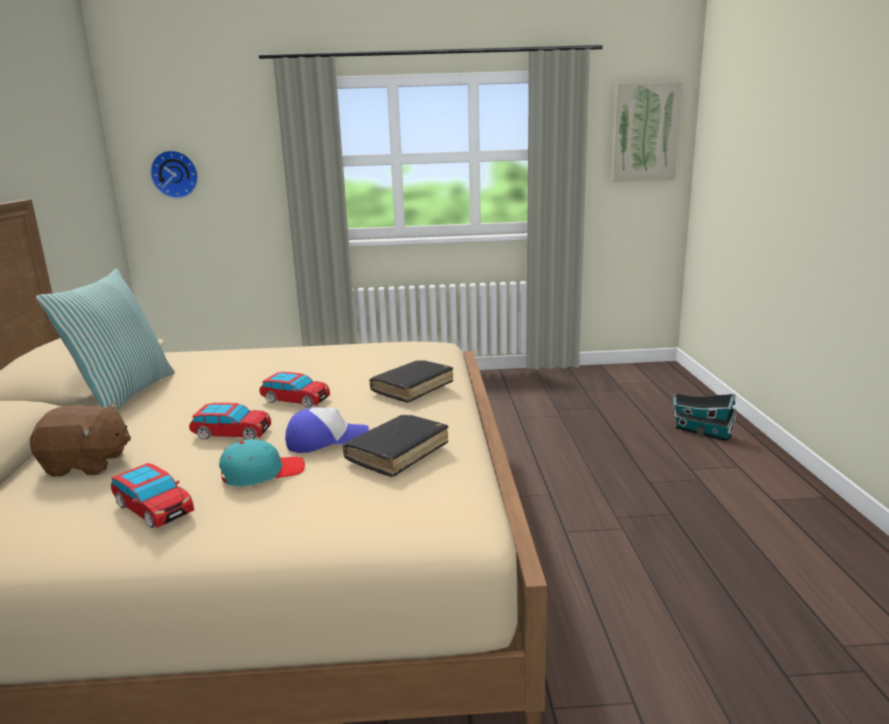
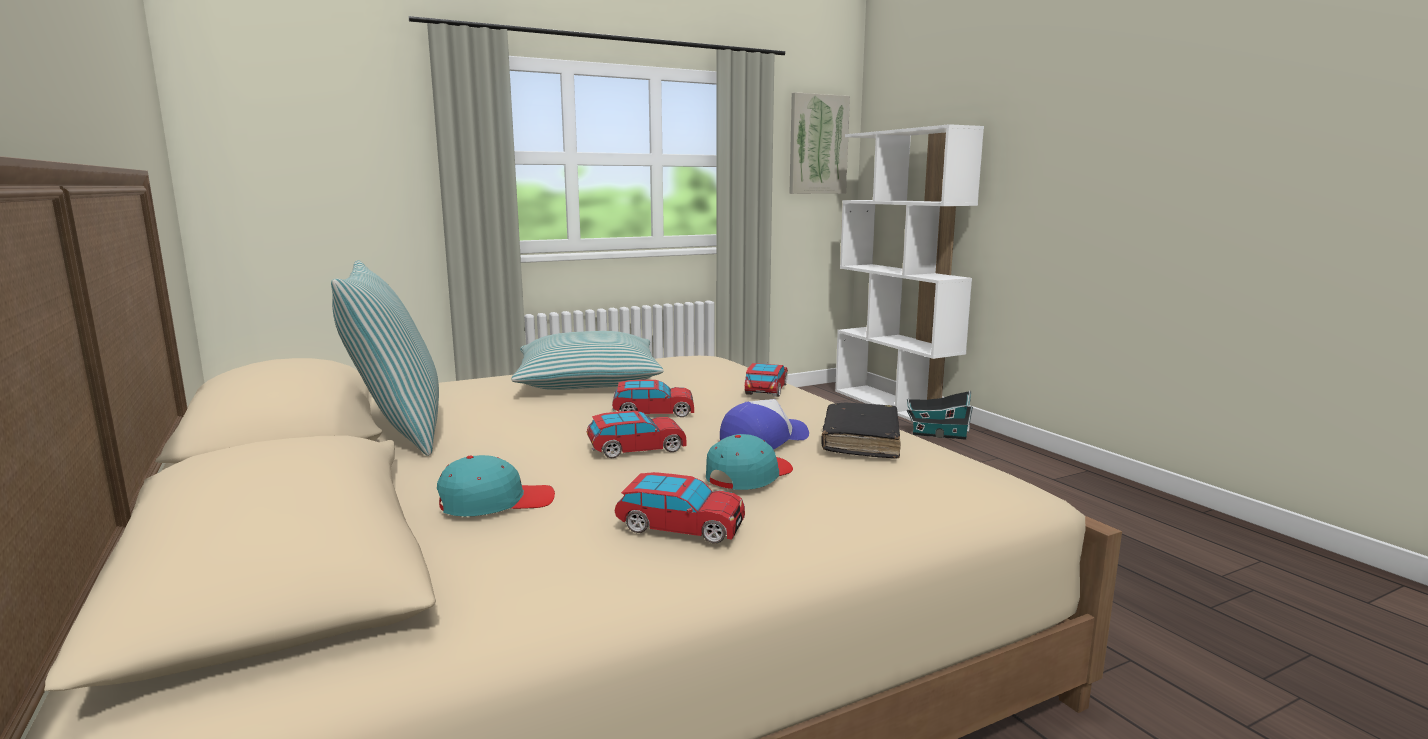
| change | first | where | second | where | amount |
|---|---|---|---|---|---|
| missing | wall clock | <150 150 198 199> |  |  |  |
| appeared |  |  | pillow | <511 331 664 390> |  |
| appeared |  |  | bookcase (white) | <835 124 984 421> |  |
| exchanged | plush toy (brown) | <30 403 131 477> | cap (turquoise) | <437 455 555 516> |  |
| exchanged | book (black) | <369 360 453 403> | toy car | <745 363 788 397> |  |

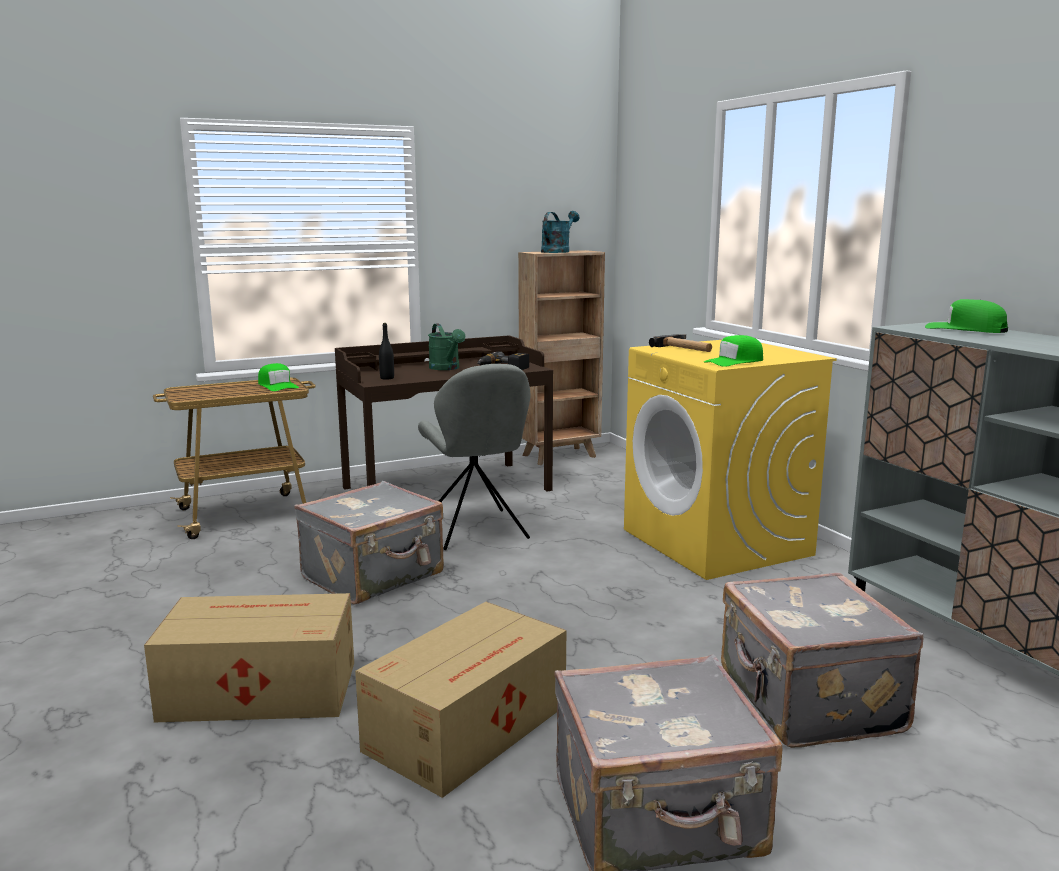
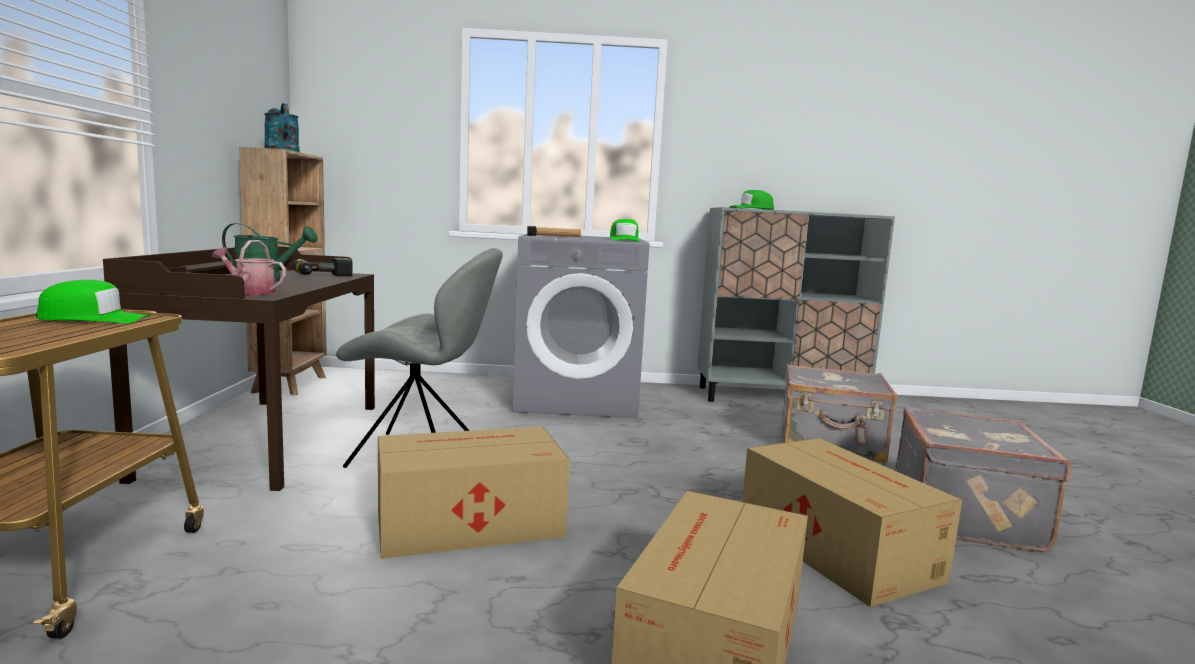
| change | first | where | second | where | amount |
|---|---|---|---|---|---|
| exchanged | suitcase (grey) | <294 481 444 605> | cardboard box | <378 426 570 559> |  |
| exchanged | bottle (black) | <379 323 394 380> | watering can | <212 240 286 295> |  |
| colour | washing machine (yellow) | <624 340 837 580> | washing machine (grey) | <513 234 649 418> |  |

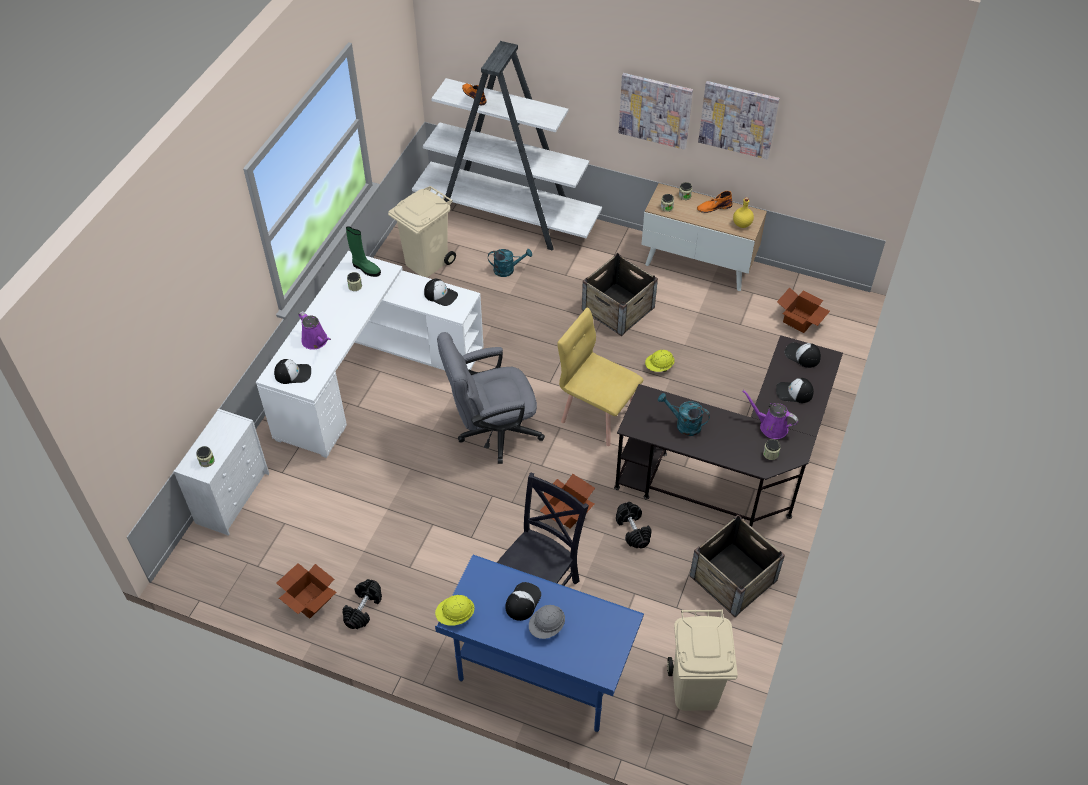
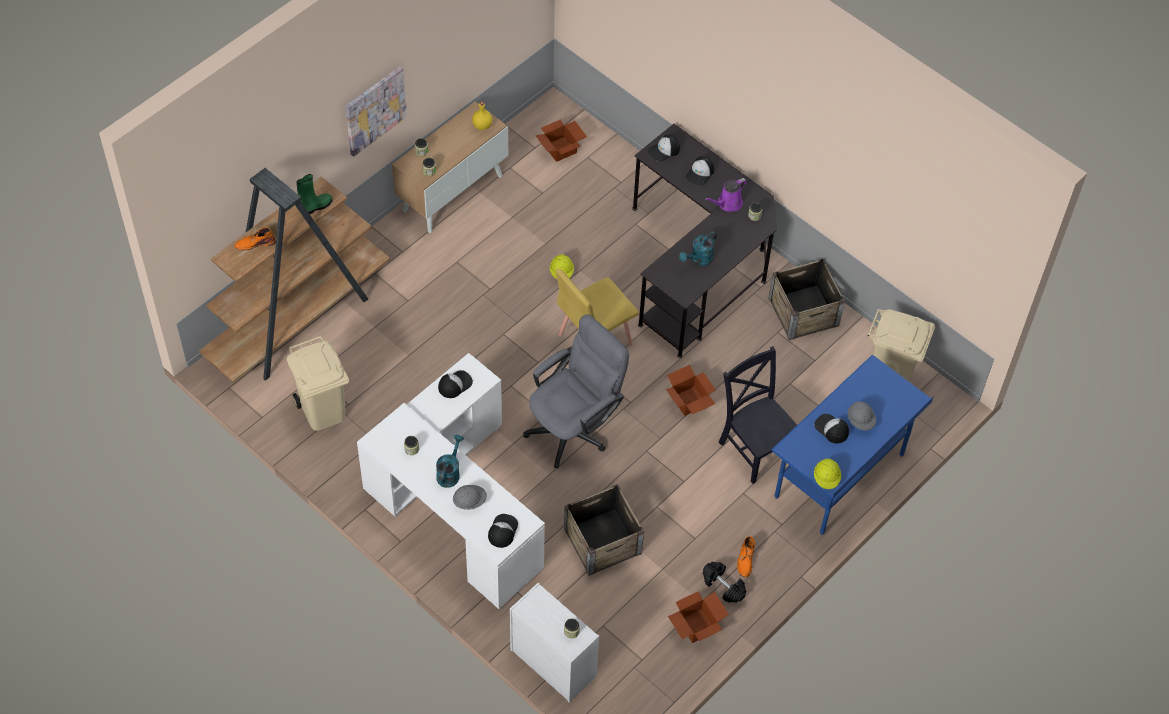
| change | first | where | second | where | amount |
|---|---|---|---|---|---|
| missing | dumbbell (black) | <616 502 652 548> |  |  |  |
| missing | picture | <698 81 780 160> |  |  |  |
| relocated | boot (green) | <346 226 381 277> |  | <297 174 332 214> |  |
| relocated | watering can (turquoise) | <488 249 532 277> |  | <436 435 464 488> |  |
| relocated | crate | <582 253 658 336> |  | <564 484 644 576> |  |
| relocated | boot (orange) | <697 191 732 213> |  | <737 536 755 577> |  |
| exchanged | watering can (purple) | <298 311 331 350> | hard hat (grey) | <453 485 487 510> |  |
| colour | bookcase (white) | <412 41 602 251> | bookcase (brown) | <199 168 390 383> |  |
| spun | office chair (grey) | <437 332 545 464> |  | <523 314 629 468> | 135 degrees counterclockwise |

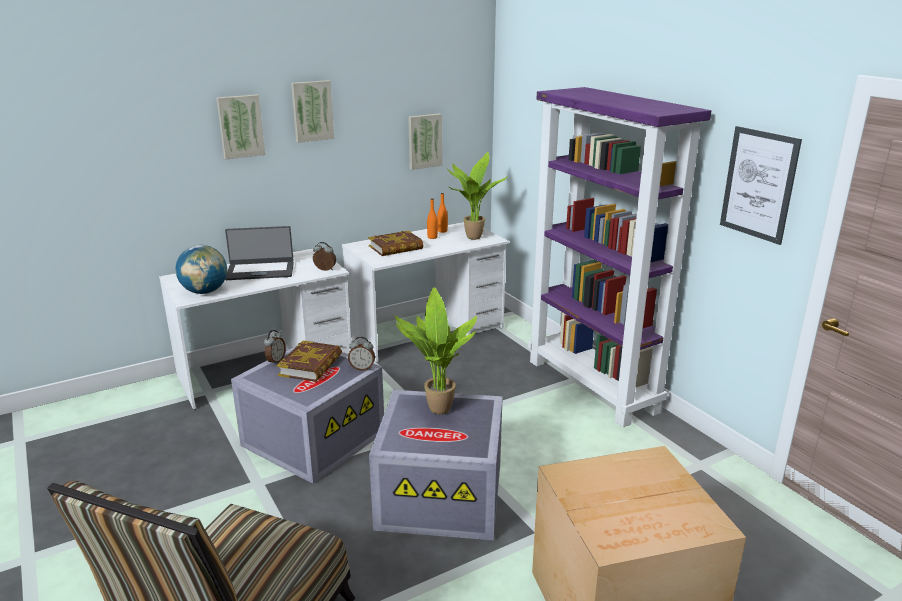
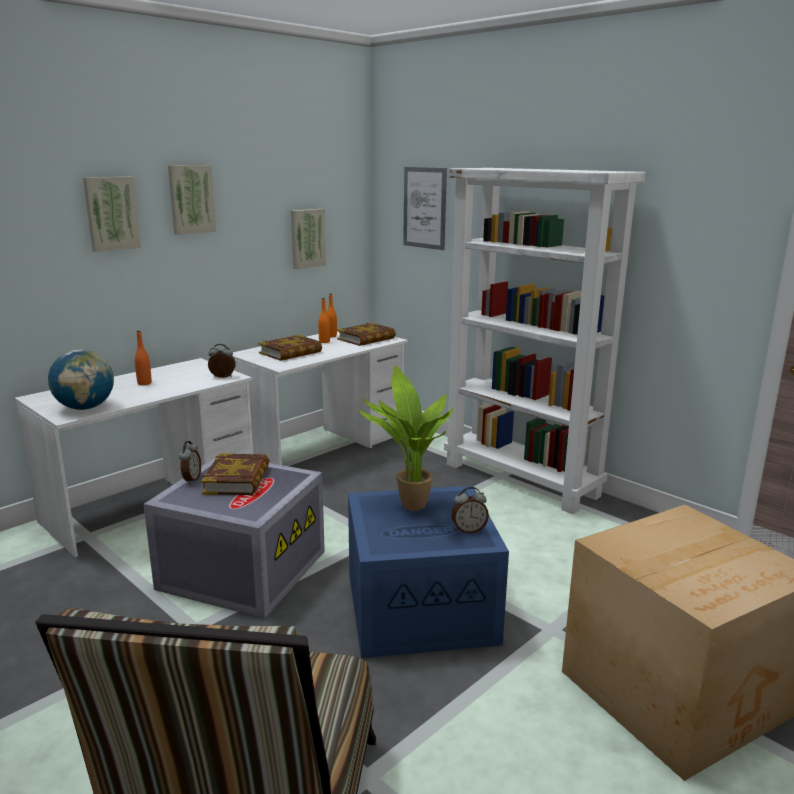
| change | first | where | second | where | amount |
|---|---|---|---|---|---|
| relocated | alarm clock | <348 337 375 371> |  | <452 487 489 534> |  |
| relocated | picture | <720 126 802 245> |  | <403 167 447 250> |  |
| exchanged | laptop | <225 226 294 280> | bottle (orange) | <135 331 151 385> |  |
| exchanged | potted plant | <447 152 509 240> | book | <337 323 396 346> |  |
| colour | storage box (grey) | <369 390 503 540> | storage box (blue) | <348 486 509 658> |  |
| colour | bookcase (purple) | <528 87 711 427> | bookcase (white) | <444 168 646 514> |  |

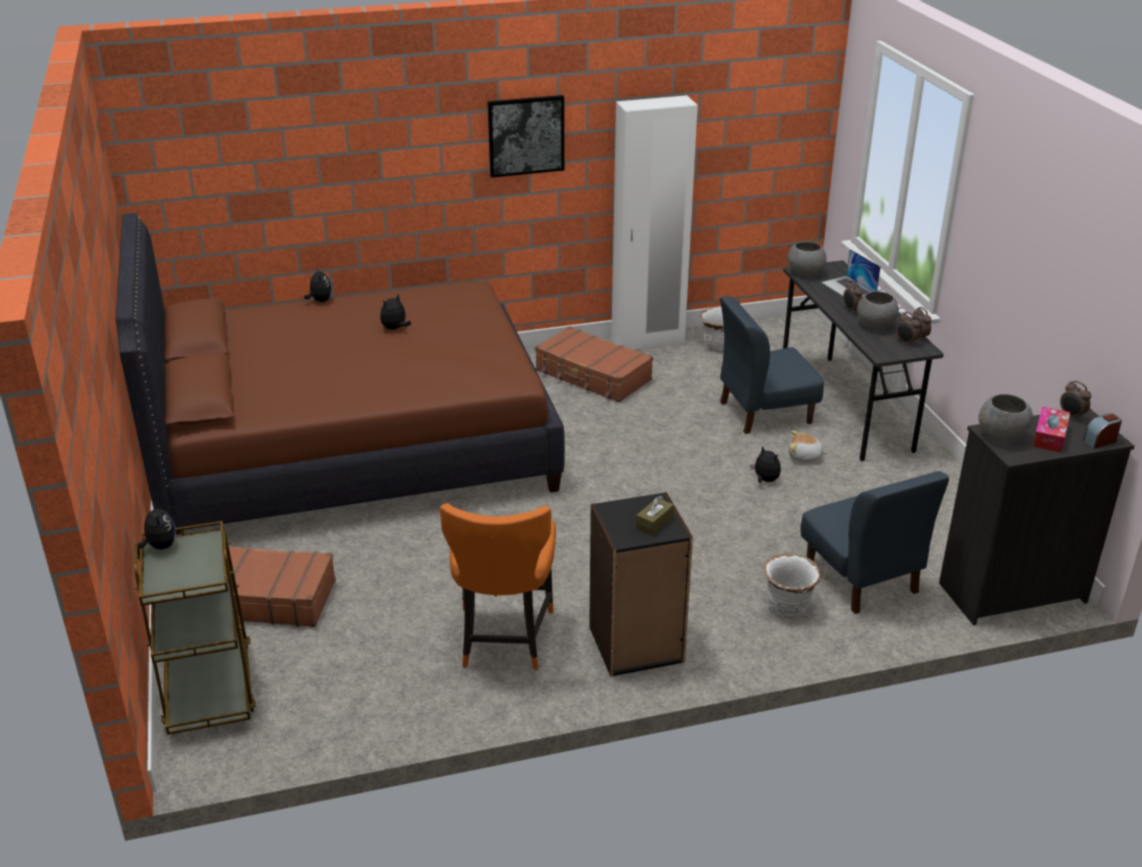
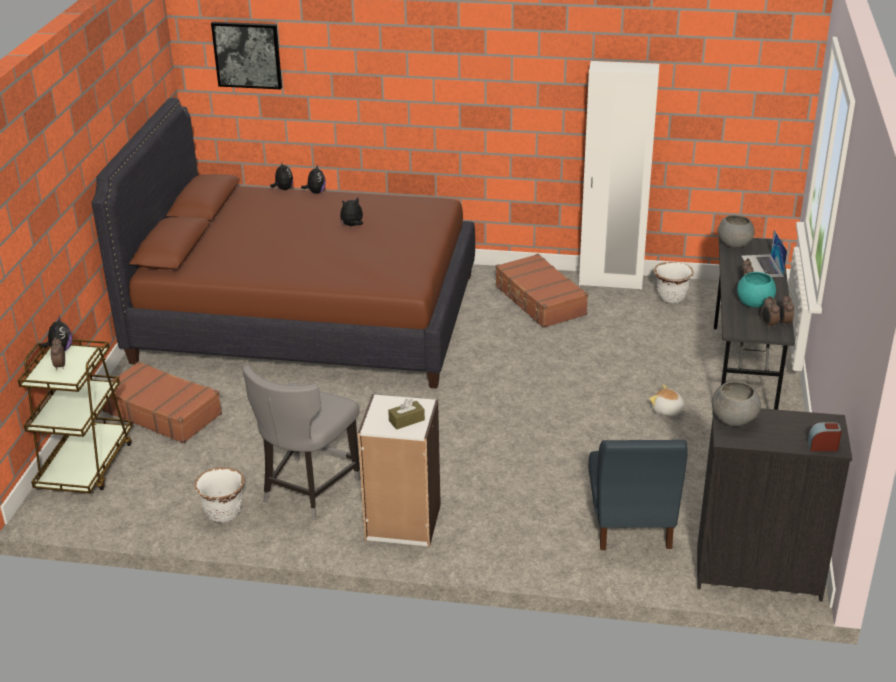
| change | first | where | second | where | amount |
|---|---|---|---|---|---|
| missing | chair (blue) | <720 296 824 434> |  |  |  |
| missing | tissue box | <1033 407 1070 453> |  |  |  |
| relocated | picture | <487 95 564 178> |  | <211 22 282 89> |  |
| relocated | plush toy | <750 446 781 483> |  | <270 163 293 190> |  |
| relocated | planter (white) | <763 554 821 618> |  | <194 467 245 523> |  |
| relocated | alarm clock | <1060 381 1091 421> |  | <51 337 65 371> |  |
| colour | chair (orange) | <440 503 556 670> | chair (grey) | <243 365 361 519> |  |
| colour | bookcase (black) | <589 492 693 677> | bookcase (white) | <358 394 441 547> |  |
| colour | bowl (grey) | <857 291 899 329> | bowl (turquoise) | <737 272 776 308> |  |

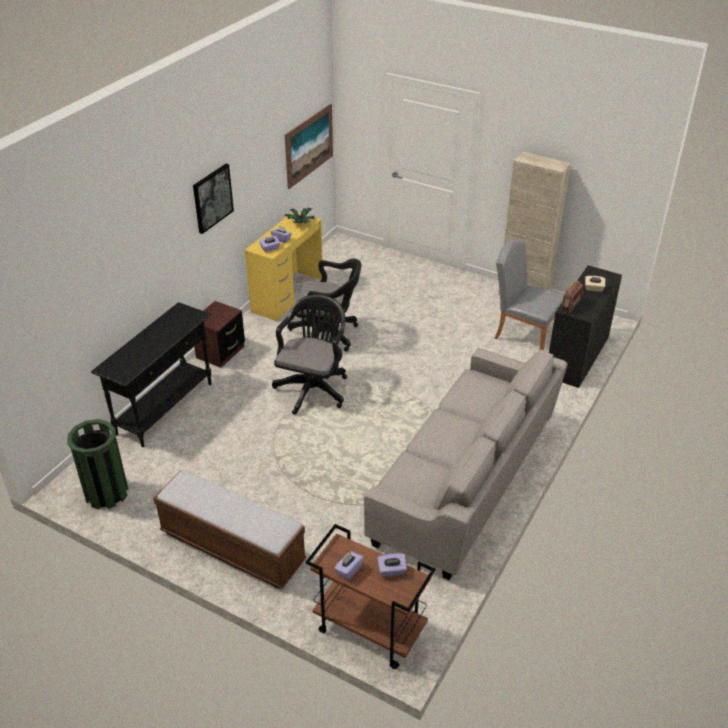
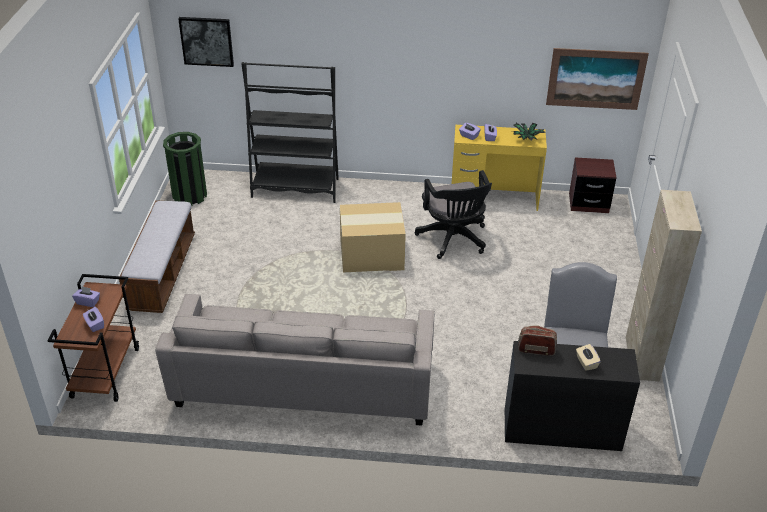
| change | first | where | second | where | amount |
|---|---|---|---|---|---|
| relocated | picture | <193 164 234 234> |  | <178 17 234 67> |  |
| relocated | nightstand (brown) | <194 301 245 368> |  | <569 157 617 213> |  |
| exchanged | console table (black) | <91 302 212 447> | bookcase (black) | <241 62 339 203> |  |
| exchanged | office chair (black) | <272 294 347 415> | cardboard box | <340 202 406 272> |  |

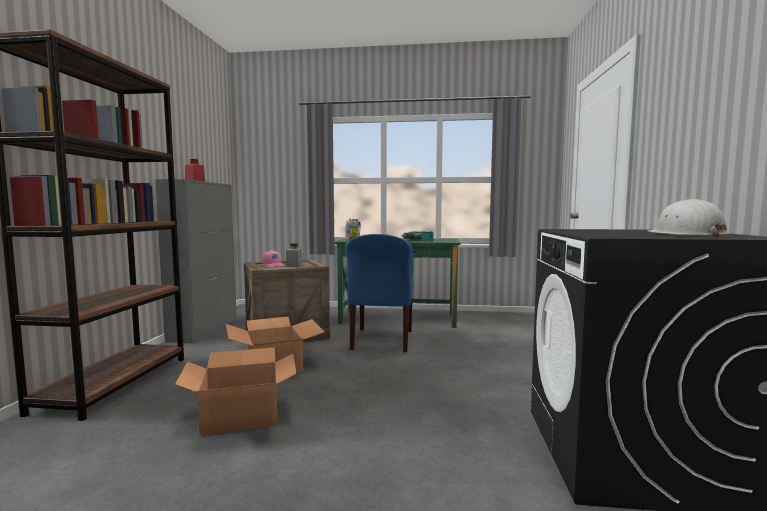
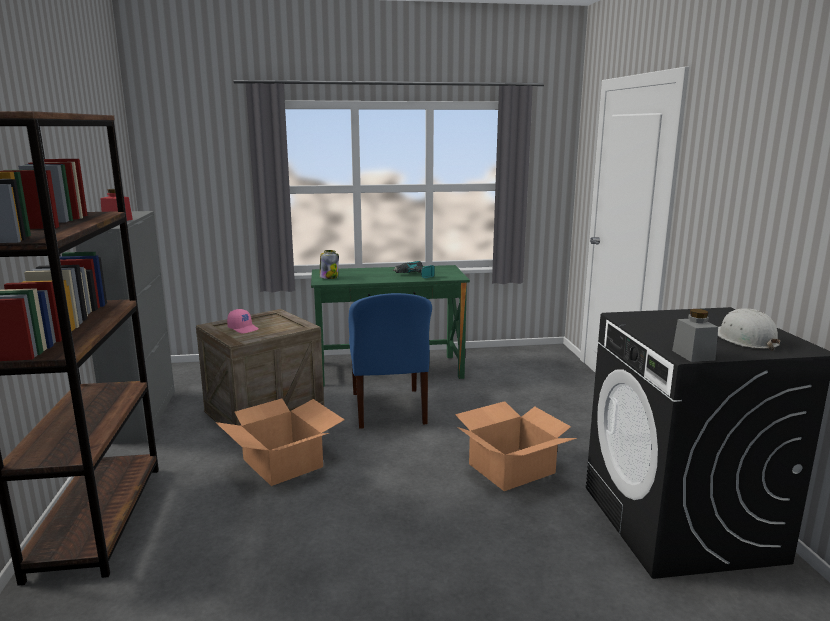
| change | first | where | second | where | amount |
|---|---|---|---|---|---|
| relocated | cardboard box | <175 347 297 436> |  | <455 401 577 491> |  |
| relocated | jar (grey) | <286 243 303 267> |  | <672 309 718 362> |  |

